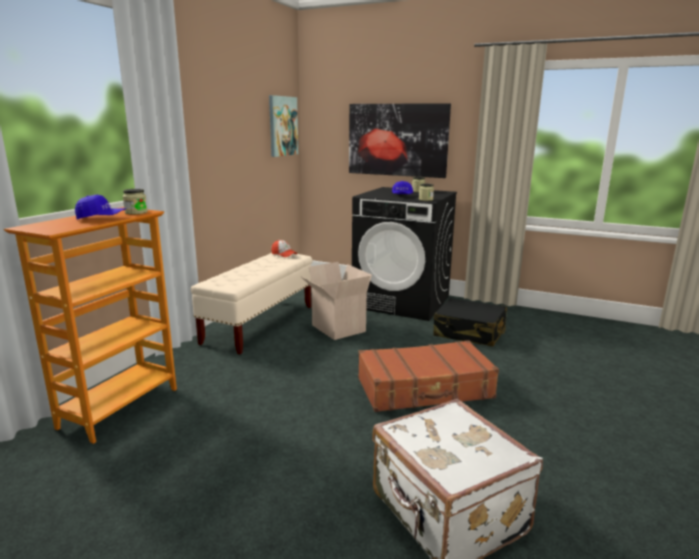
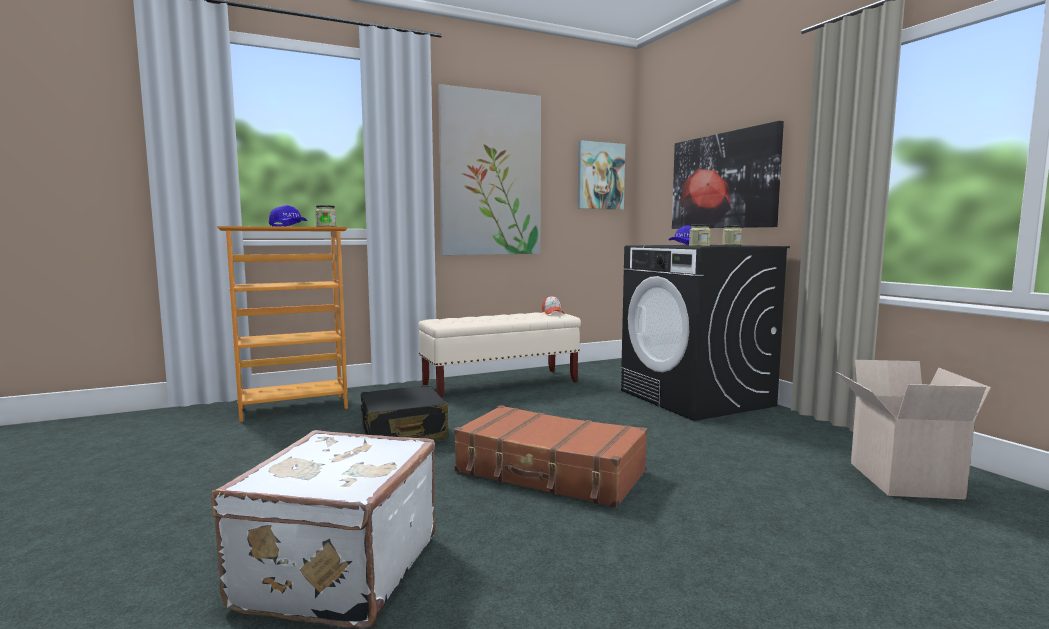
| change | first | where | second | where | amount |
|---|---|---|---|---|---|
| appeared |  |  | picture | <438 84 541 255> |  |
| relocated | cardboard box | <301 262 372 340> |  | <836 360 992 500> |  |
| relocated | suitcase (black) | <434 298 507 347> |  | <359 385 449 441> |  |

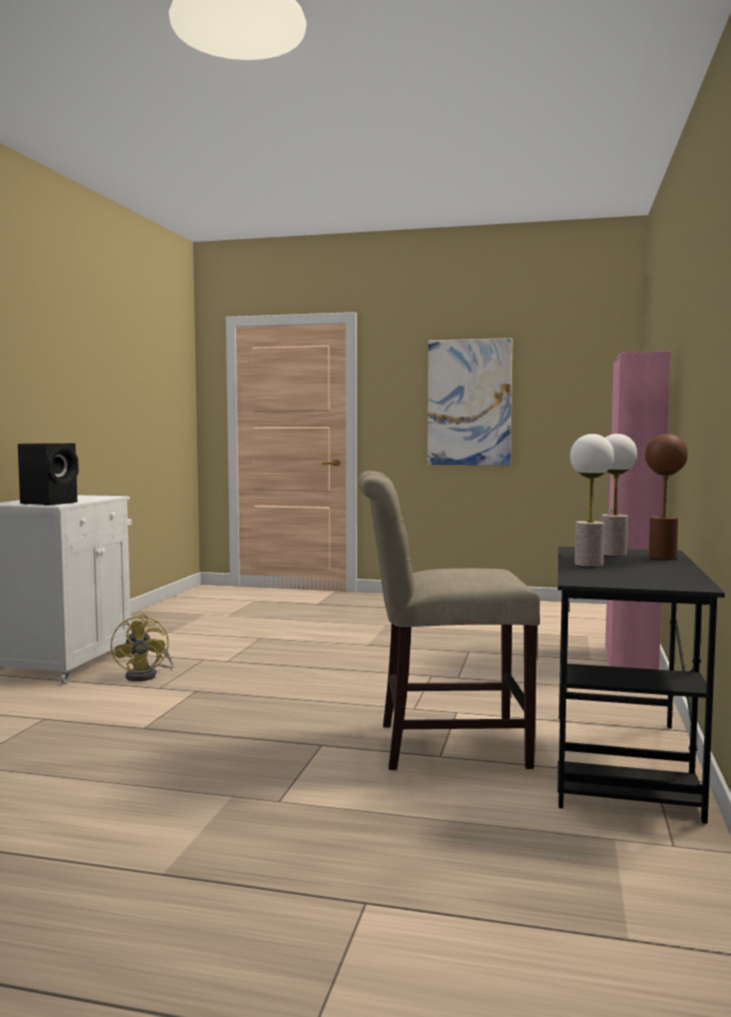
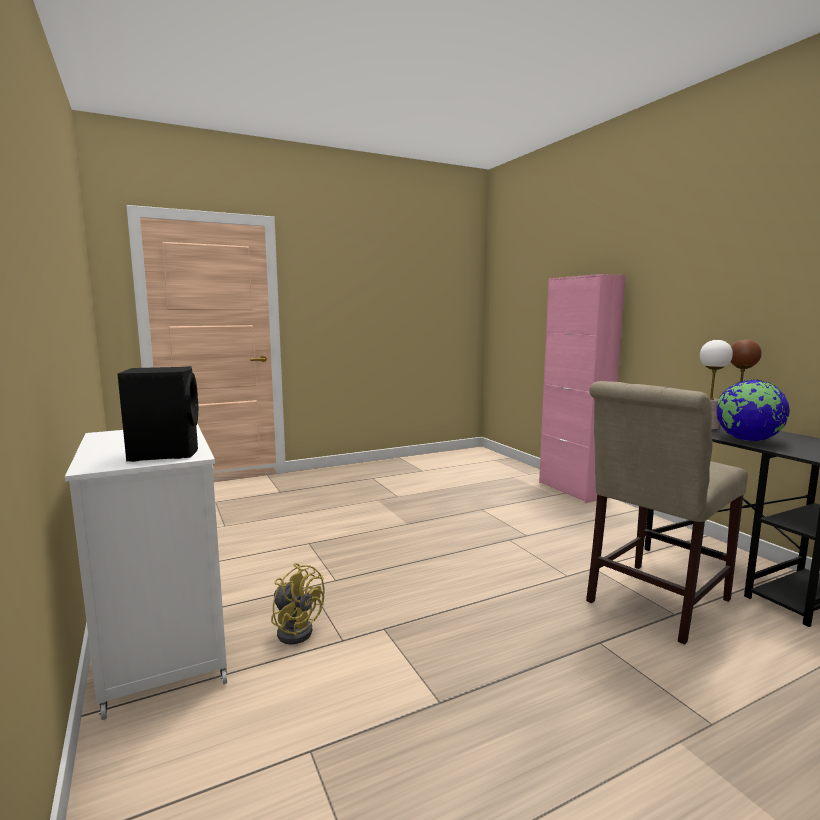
| change | first | where | second | where | amount |
|---|---|---|---|---|---|
| missing | picture | <427 338 513 466> |  |  |  |
| exchanged | table lamp | <570 434 614 567> | globe | <716 379 790 441> |  |

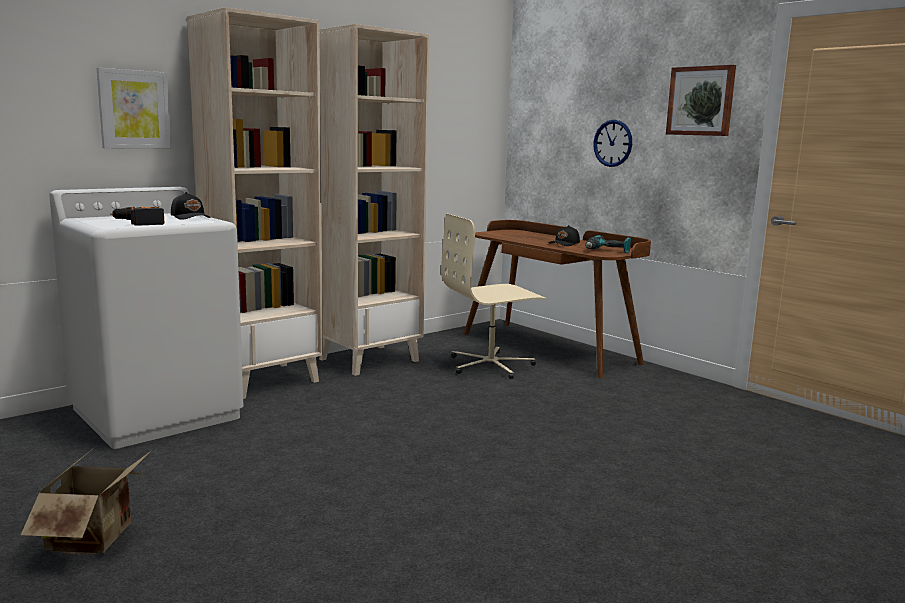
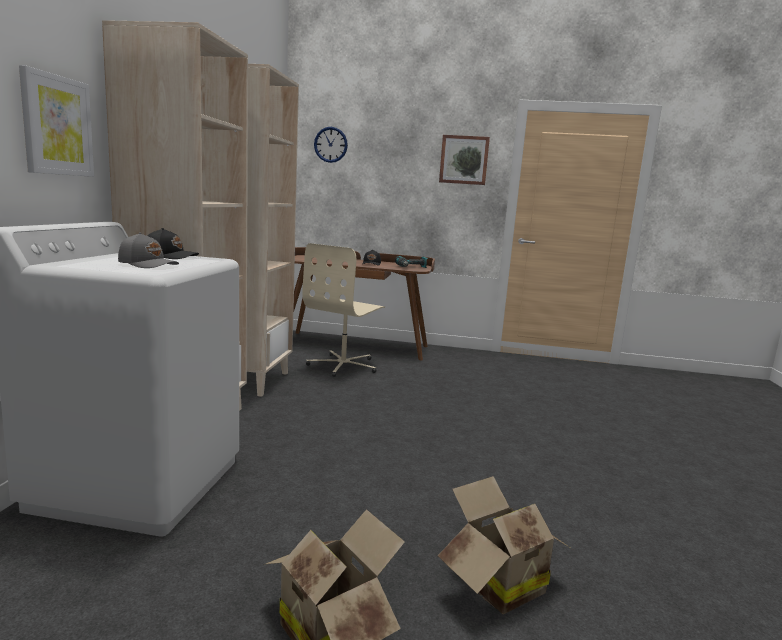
| change | first | where | second | where | amount |
|---|---|---|---|---|---|
| appeared |  |  | cardboard box | <438 476 572 615> |  |
| relocated | wall clock | <593 120 632 167> |  | <314 127 348 163> |  |
| exchanged | power drill | <110 207 165 226> | cap (grey) | <118 232 179 268> |  |

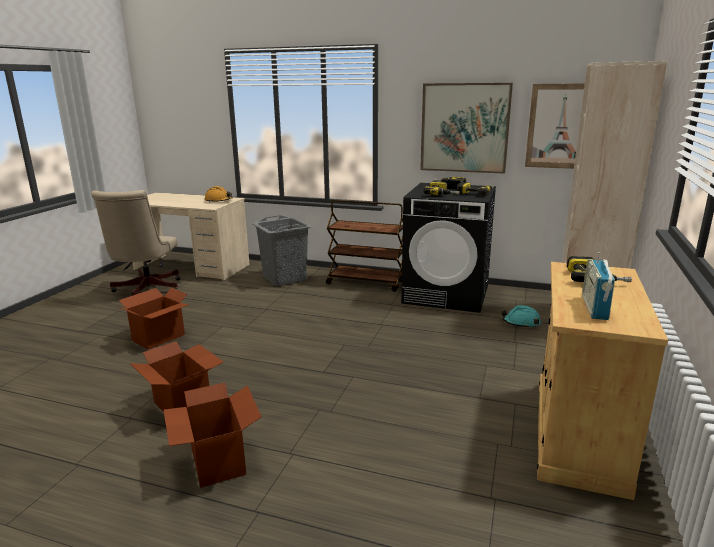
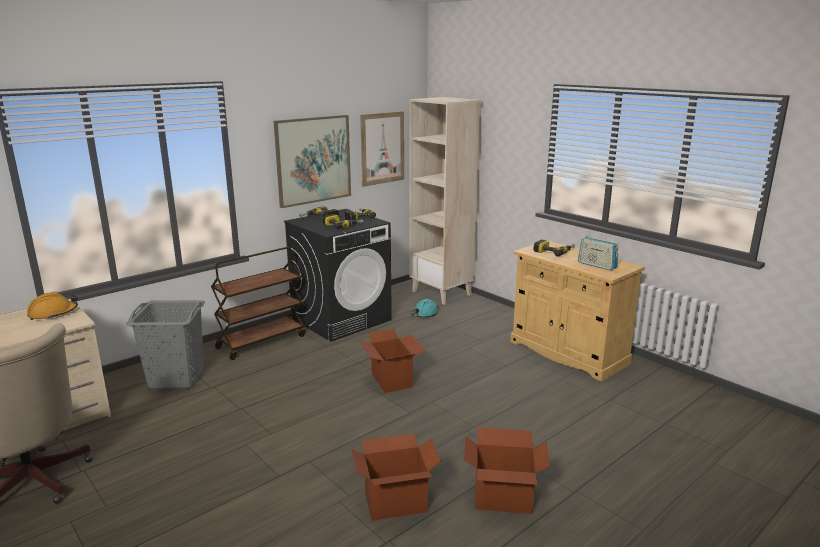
| change | first | where | second | where | amount |
|---|---|---|---|---|---|
| relocated | cardboard box | <117 288 188 350> |  | <359 329 427 393> |  |

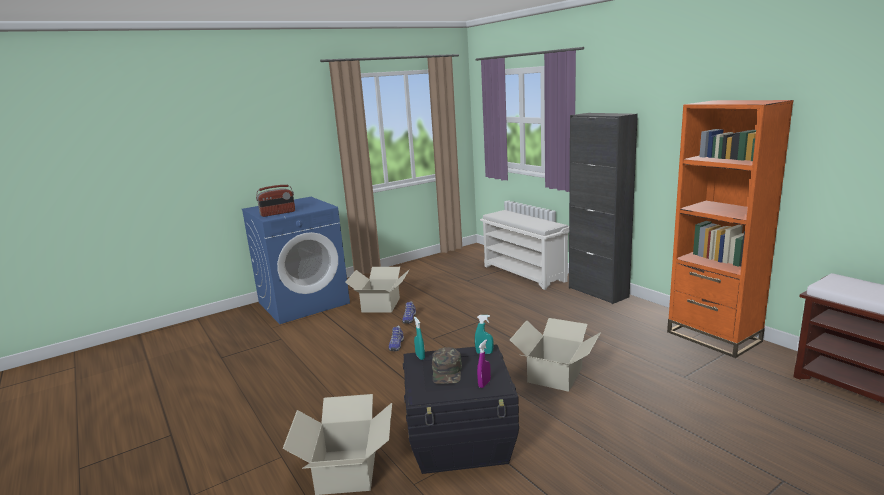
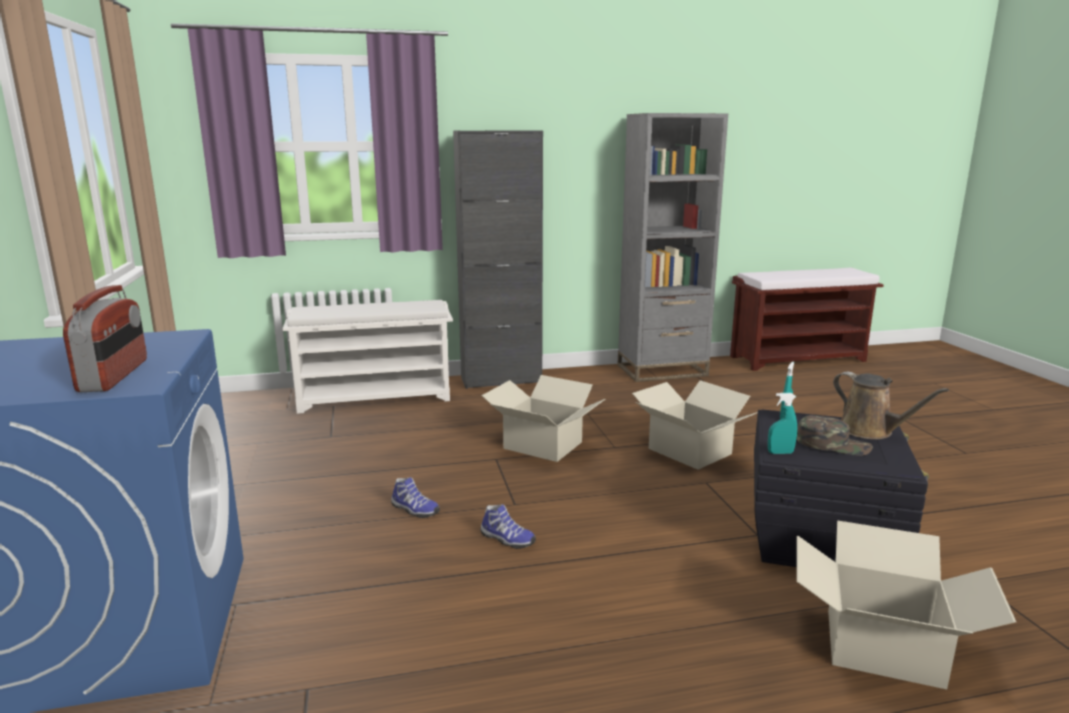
| change | first | where | second | where | amount |
|---|---|---|---|---|---|
| relocated | cardboard box | <345 267 409 313> |  | <481 375 605 462> |  |
| exchanged | spray bottle (purple) | <477 340 491 388> | watering can (brown) | <833 372 949 439> |  |
| colour | bookcase (orange) | <667 100 794 358> | bookcase (grey) | <618 113 728 382> |  |

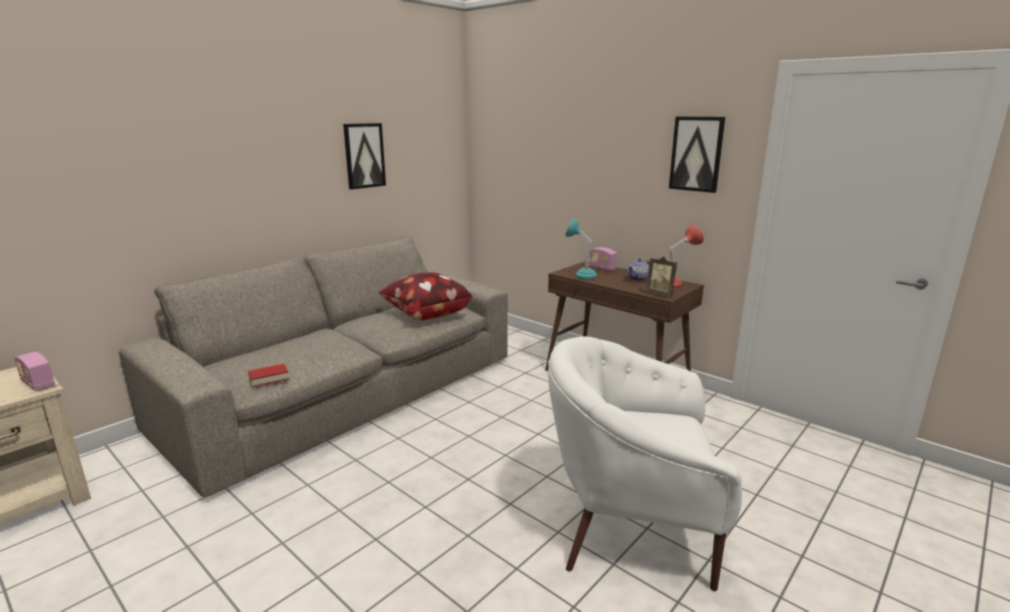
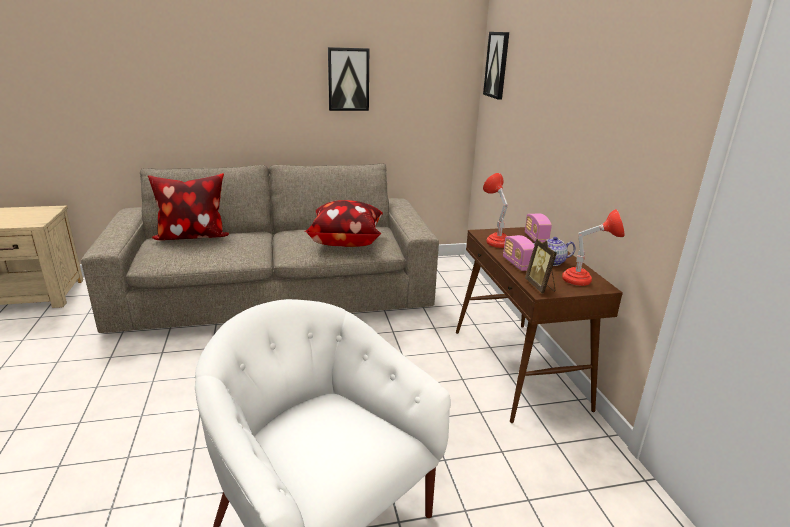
| change | first | where | second | where | amount |
|---|---|---|---|---|---|
| missing | book | <248 363 289 388> |  |  |  |
| appeared |  |  | pillow | <148 173 229 240> |  |
| relocated | radio | <14 352 55 391> |  | <503 235 535 271> |  |
| relocated | picture | <669 116 725 193> |  | <483 32 509 100> |  |
| colour | table lamp (turquoise) | <565 218 597 279> | table lamp (red) | <483 173 508 248> |  |

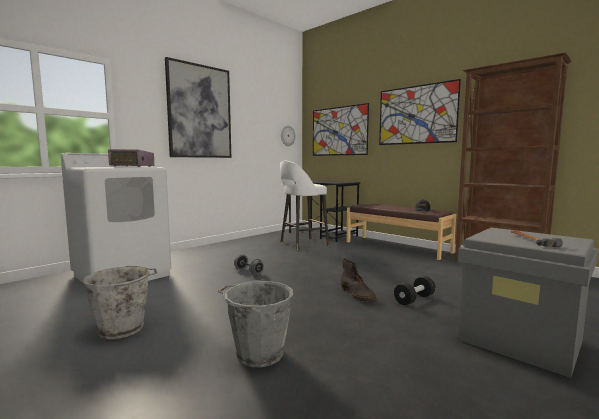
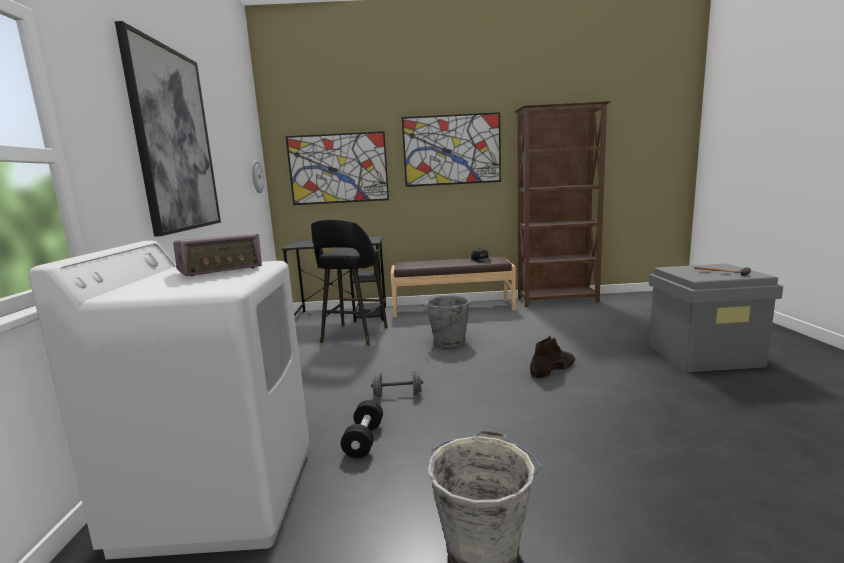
| change | first | where | second | where | amount |
|---|---|---|---|---|---|
| relocated | bucket (grey) | <218 280 293 367> |  | <422 295 471 347> |  |
| relocated | dumbbell (black) | <394 276 435 305> |  | <341 400 383 458> |  |
| colour | stool (white) | <280 161 329 250> | stool (black) | <311 219 388 345> |  |
| spun | boot (brown) | <341 258 376 302> |  | <530 336 575 378> | 60 degrees counterclockwise |

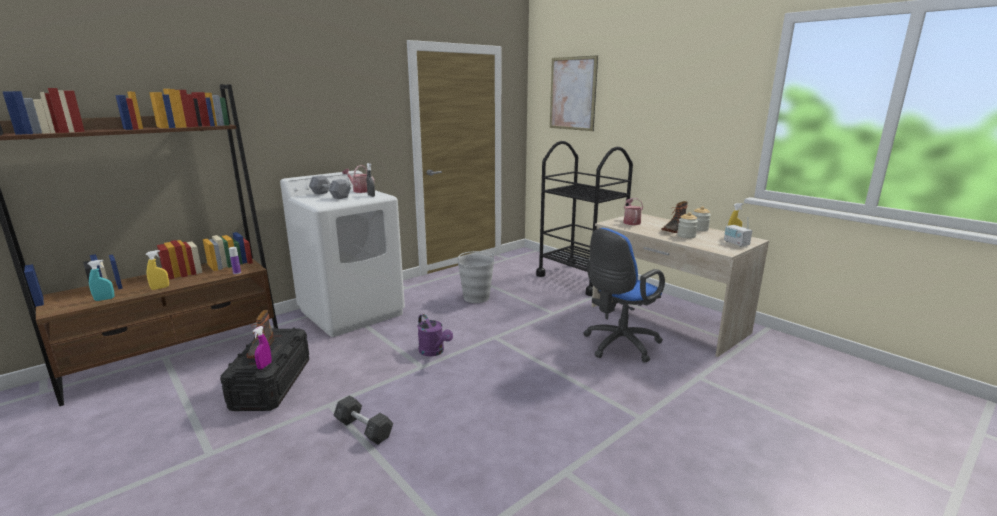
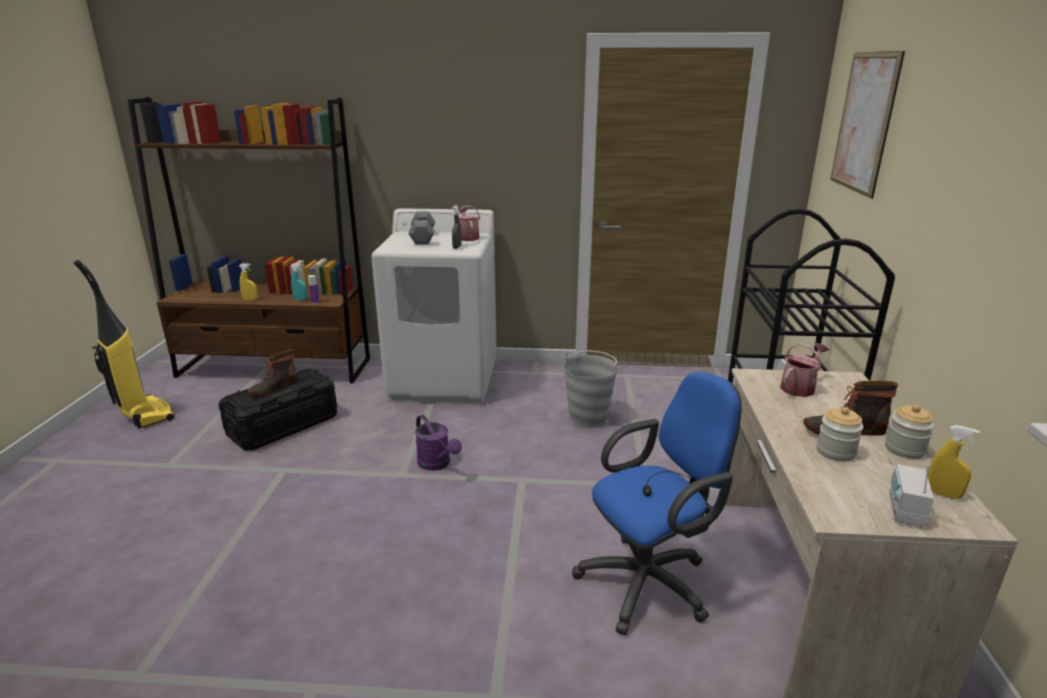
| change | first | where | second | where | amount |
|---|---|---|---|---|---|
| missing | spray bottle (purple) | <252 326 272 369> |  |  |  |
| missing | dumbbell (grey) | <334 395 393 445> |  |  |  |
| appeared |  |  | vacuum cleaner | <73 260 175 429> |  |
| relocated | spray bottle (turquoise) | <88 260 115 301> |  | <291 263 308 301> |  |
| spun | watering can (purple) | <417 314 453 356> |  | <415 415 462 471> | 45 degrees counterclockwise |
| spun | office chair (blue) | <583 228 665 363> |  | <572 372 742 635> | 150 degrees clockwise |

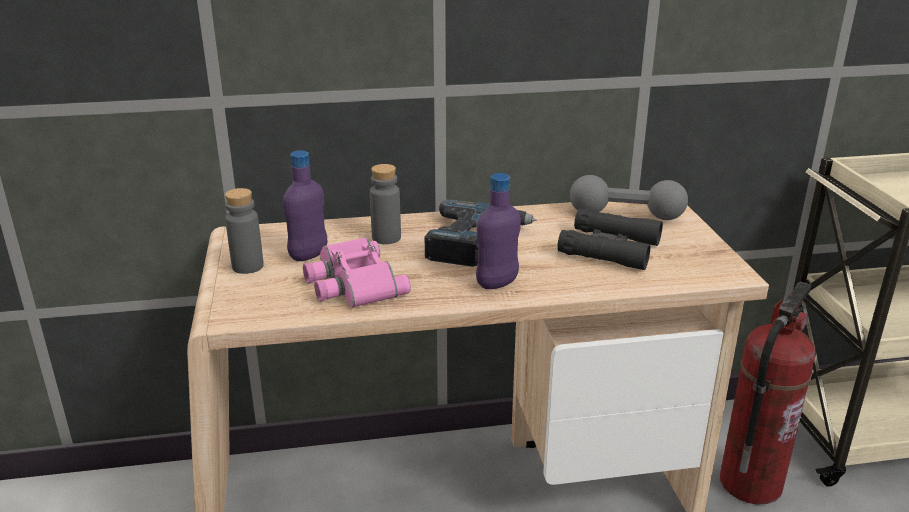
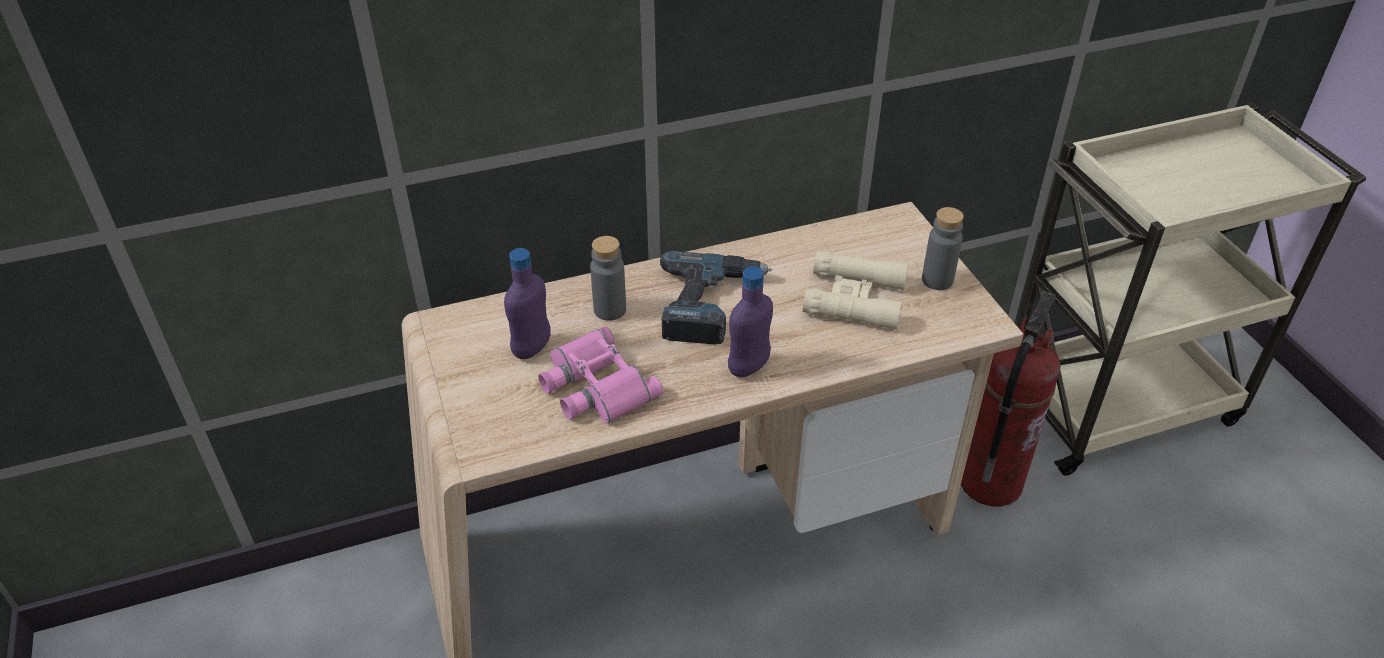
| change | first | where | second | where | amount |
|---|---|---|---|---|---|
| missing | dumbbell (grey) | <570 175 688 220> |  |  |  |
| relocated | bottle (grey) | <225 188 264 274> |  | <922 207 964 290> |  |
| colour | binoculars (black) | <557 209 663 270> | binoculars (beige) | <803 251 909 330> |  |

